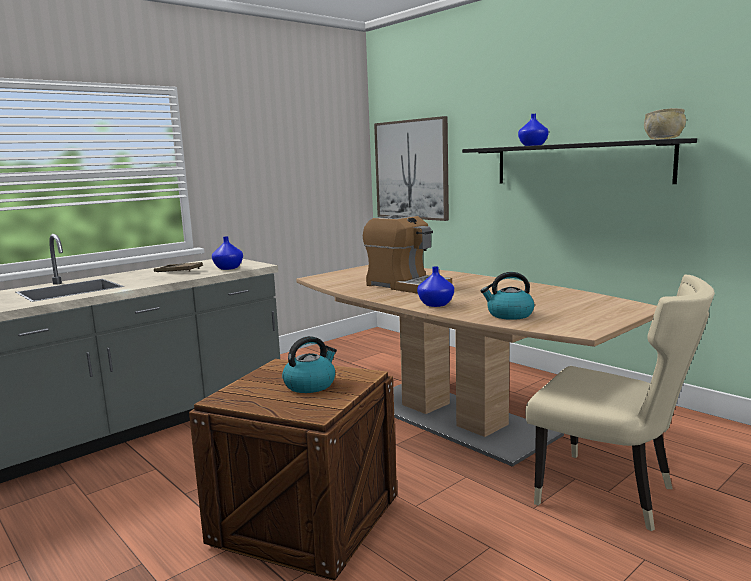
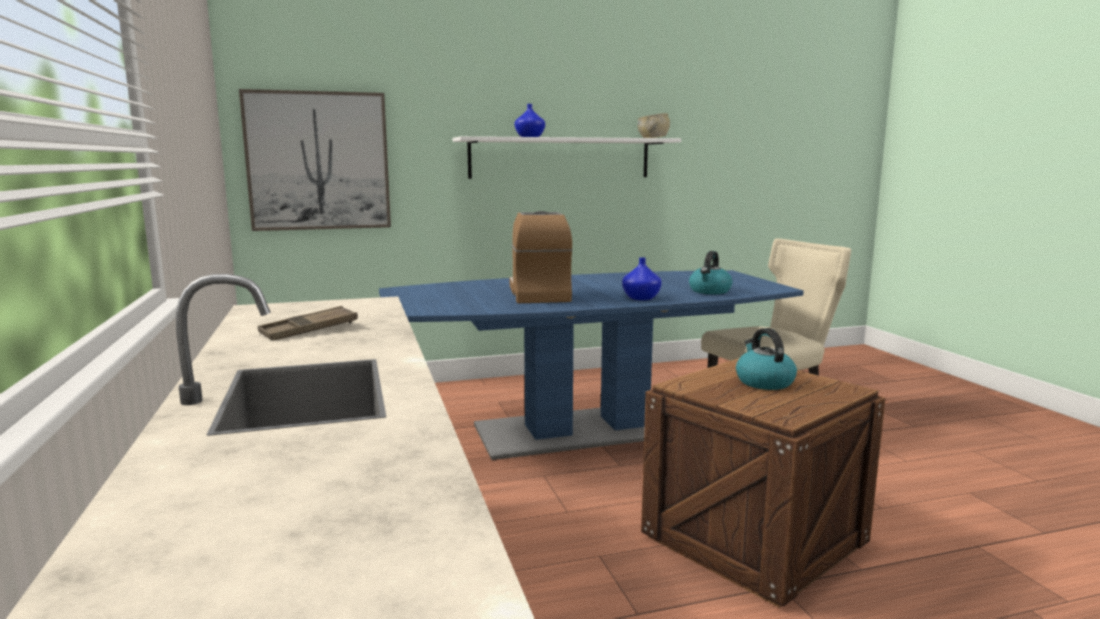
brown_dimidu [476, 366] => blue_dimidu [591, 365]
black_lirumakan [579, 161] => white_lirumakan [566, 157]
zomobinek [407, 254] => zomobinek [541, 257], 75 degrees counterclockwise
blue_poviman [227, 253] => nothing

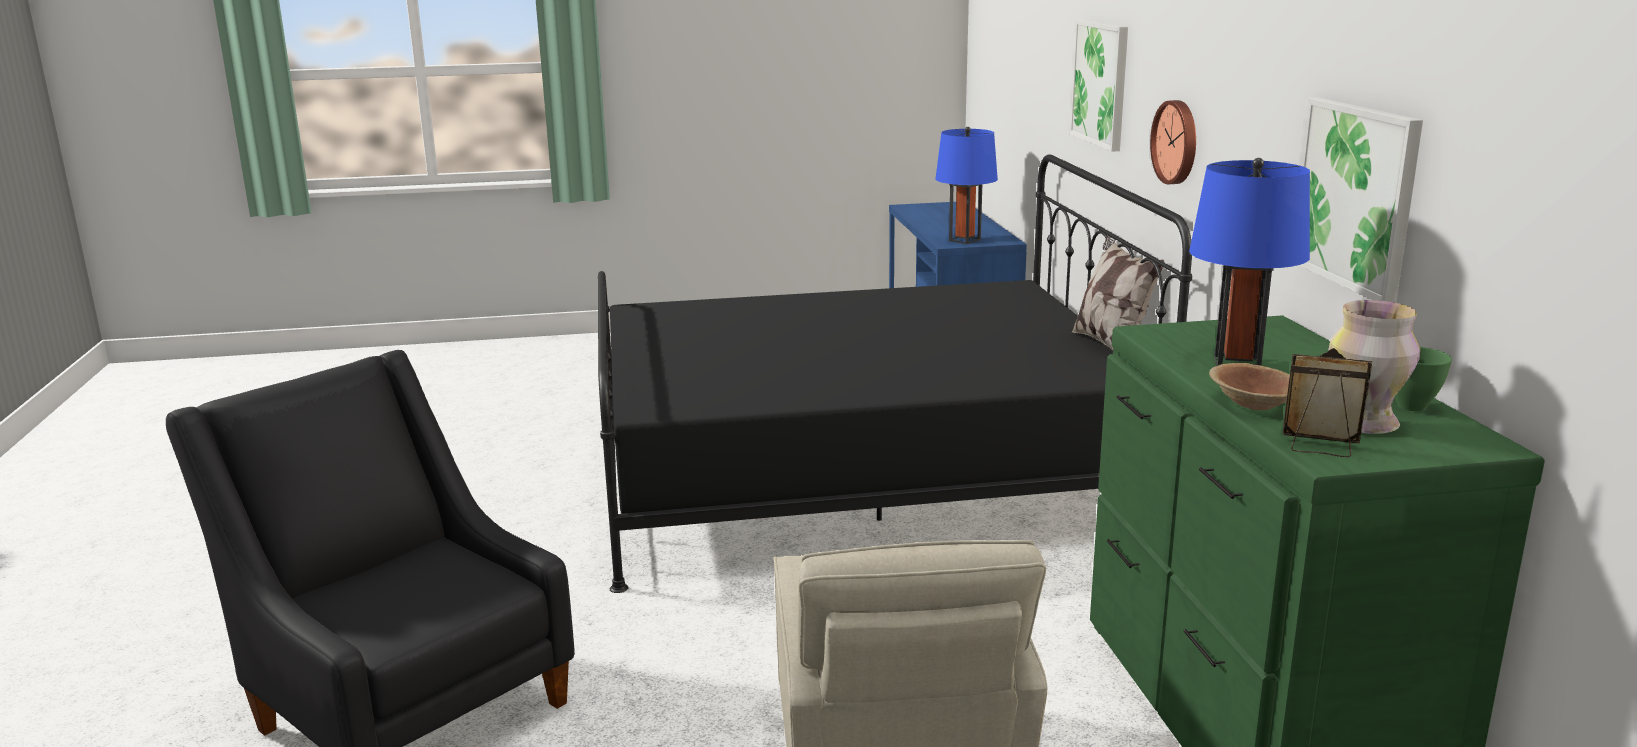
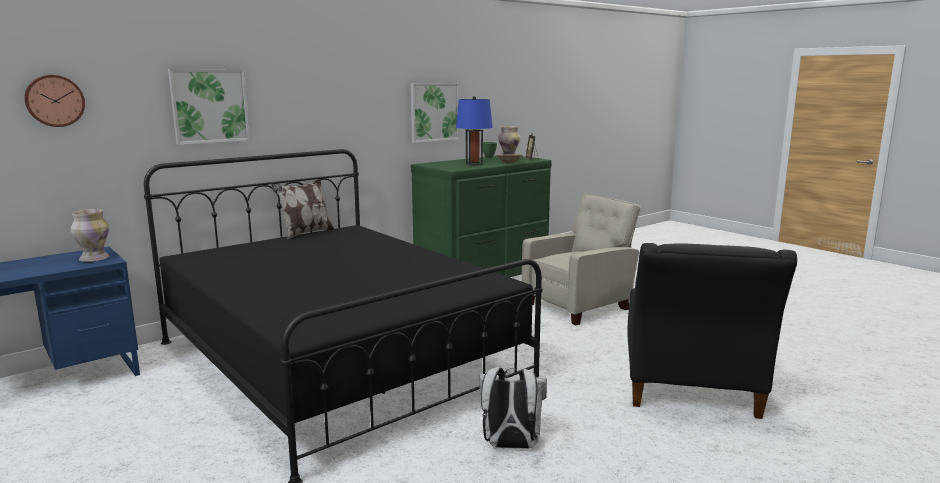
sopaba [1173, 142] => sopaba [54, 101], moved
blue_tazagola [966, 185] => poviman [89, 235]
nothing => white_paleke [513, 408]

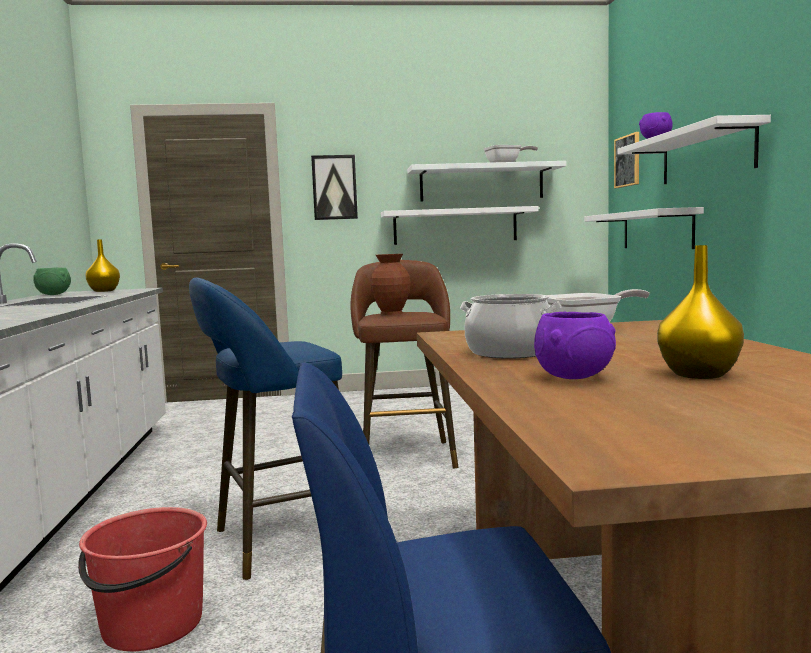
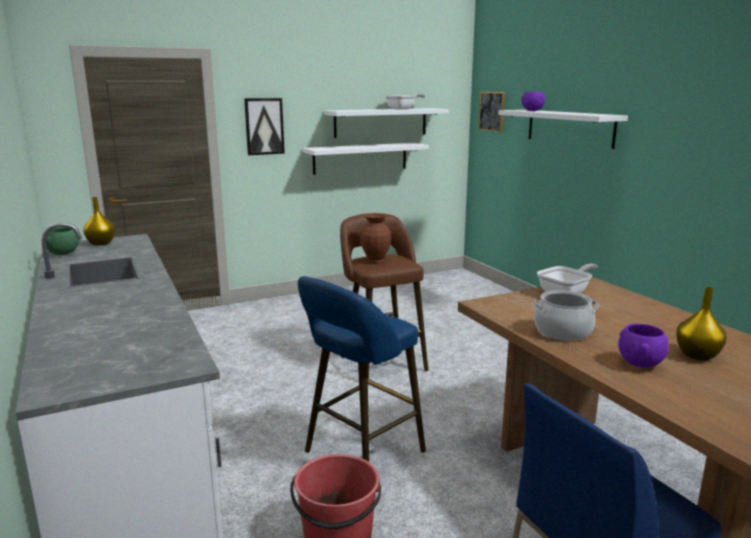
white_lirumakan [644, 228] => nothing

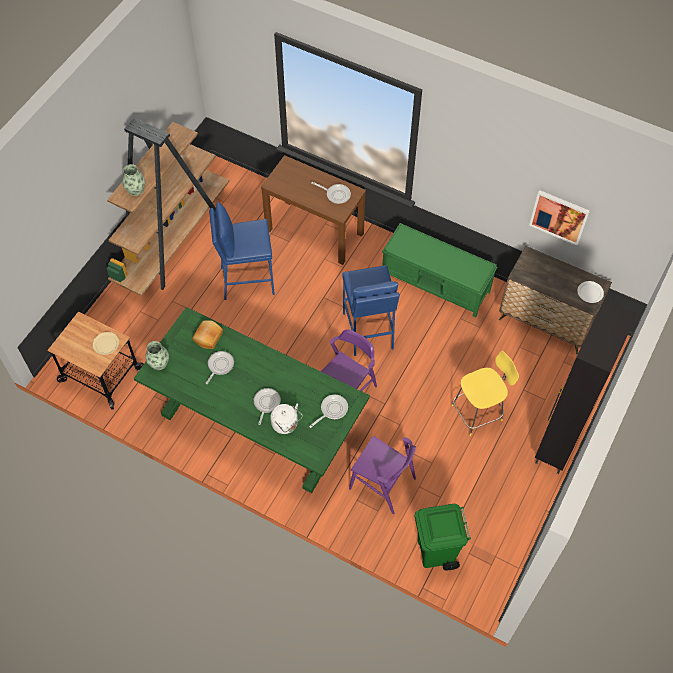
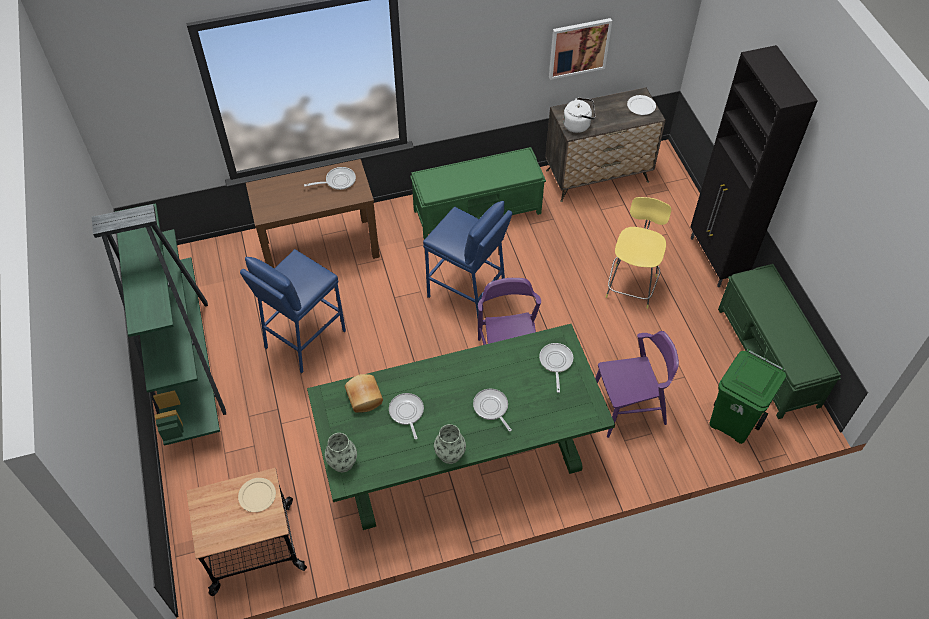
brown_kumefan [168, 207] => green_kumefan [159, 324]
poviman [133, 180] => poviman [450, 444], moved
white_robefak [286, 418] => white_robefak [579, 115], moved
nothing => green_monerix [779, 341]

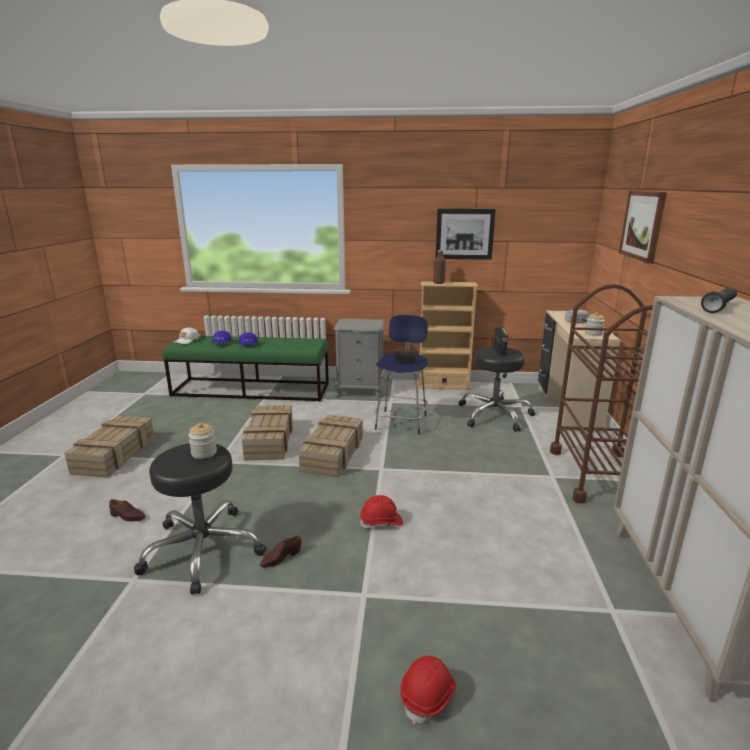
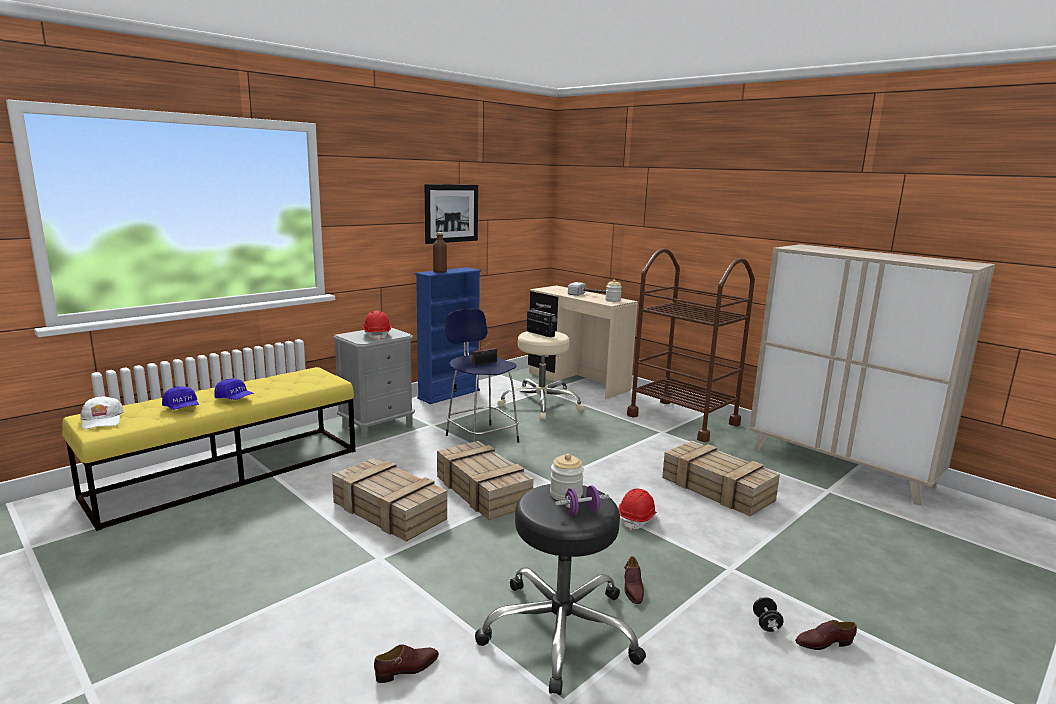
green_monerix [246, 368] => yellow_monerix [208, 449]
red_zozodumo [428, 690] => red_zozodumo [377, 325], moved
beige_kumefan [448, 335] => blue_kumefan [448, 335]
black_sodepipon [497, 389] => beige_sodepipon [541, 375]
nothing => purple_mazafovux [582, 500]
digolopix [109, 447] => digolopix [721, 478], moved
nothing => black_mazafovux [768, 615]
nothing => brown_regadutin [826, 635]
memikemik [643, 227] => nothing
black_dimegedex [719, 300] => nothing

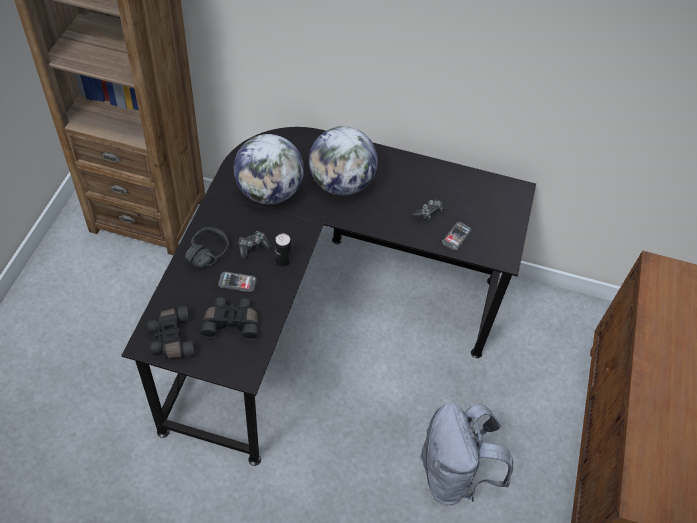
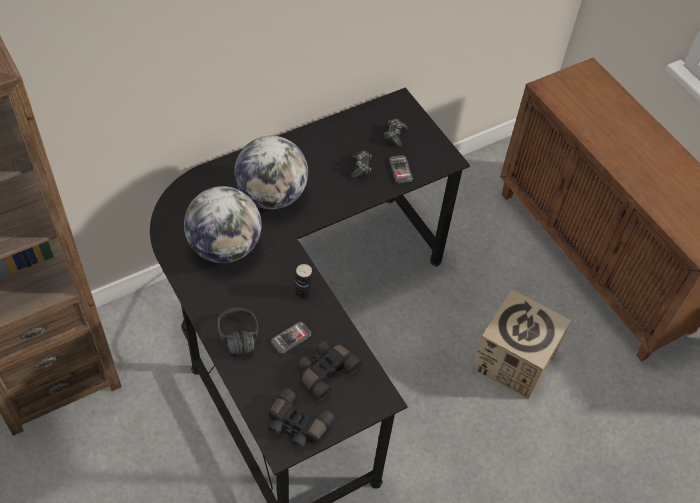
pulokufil [254, 245] => pulokufil [396, 133], moved
grey_paleke [466, 454] => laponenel [521, 344]

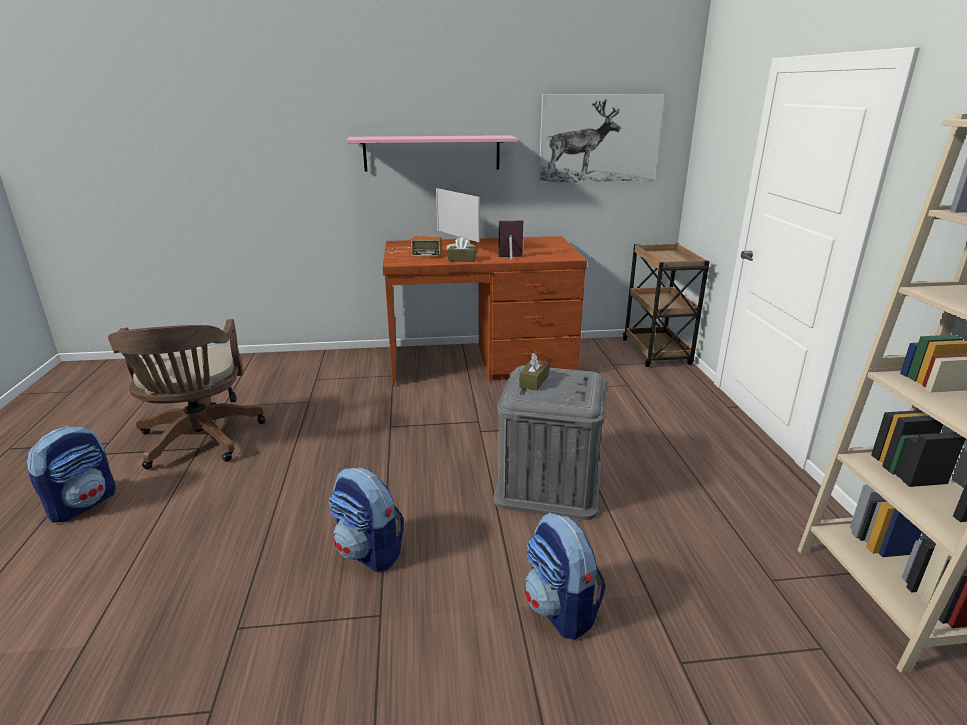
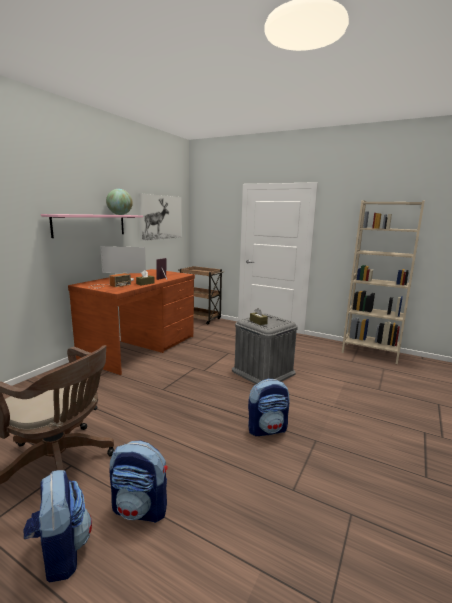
nothing => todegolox [119, 202]
paleke [565, 576] => paleke [138, 481], moved

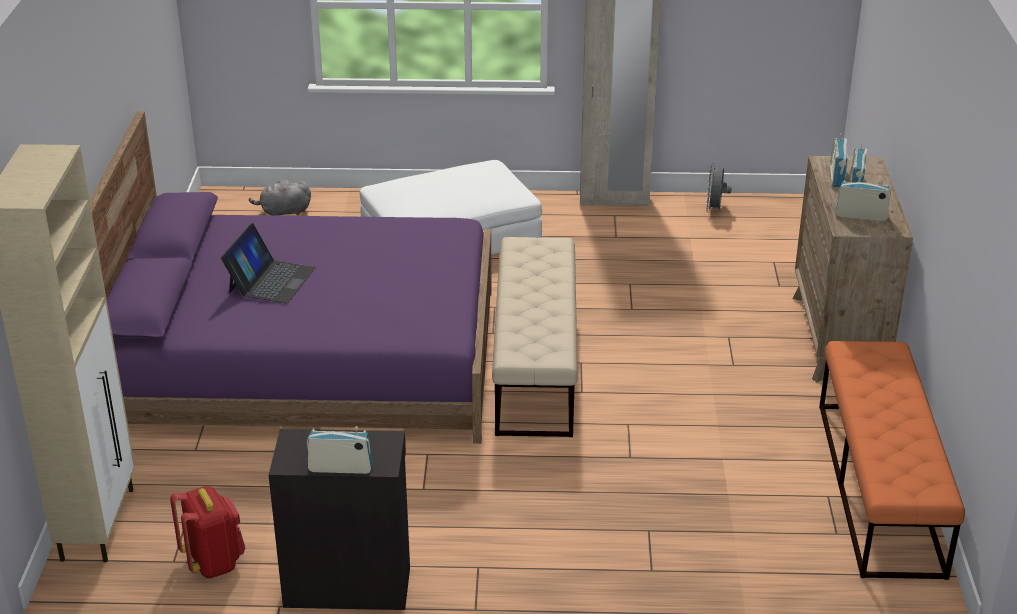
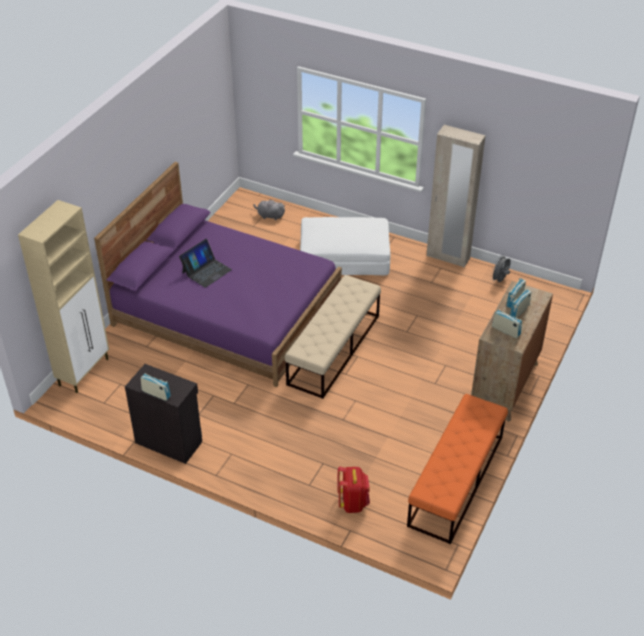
red_paleke [208, 532] => red_paleke [353, 490], moved

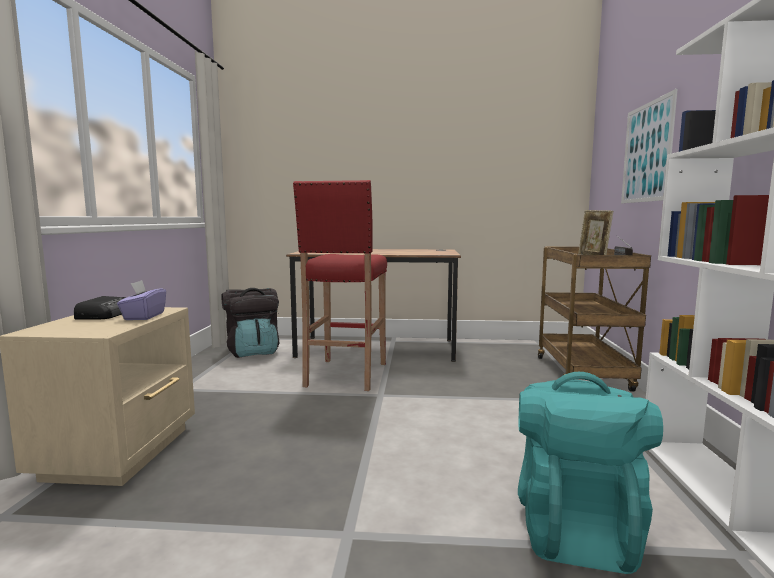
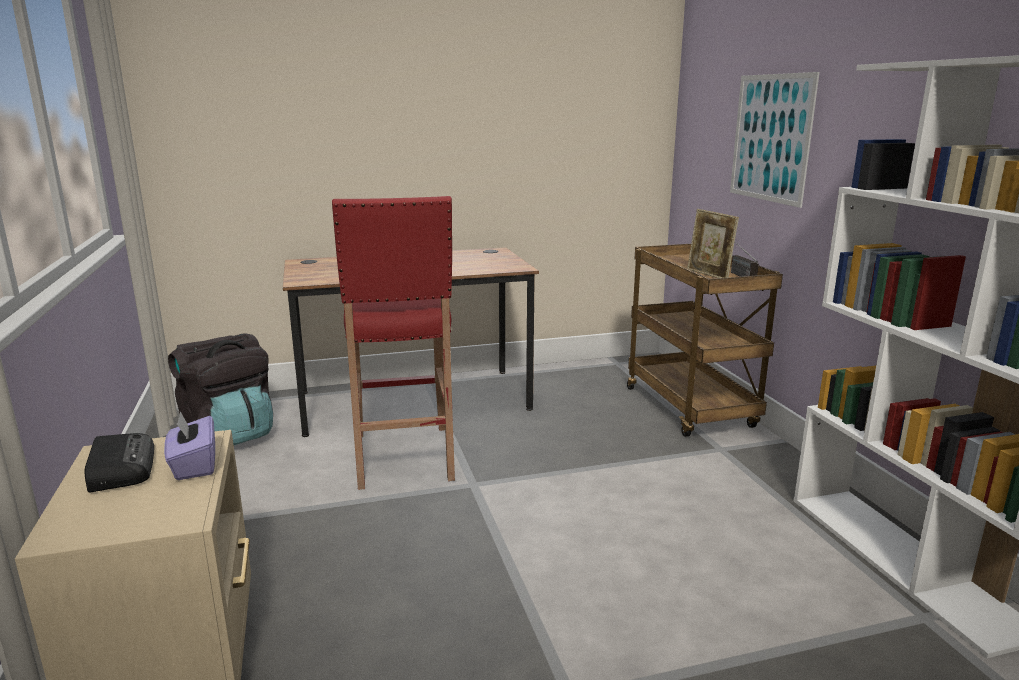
turquoise_paleke [590, 473] => nothing

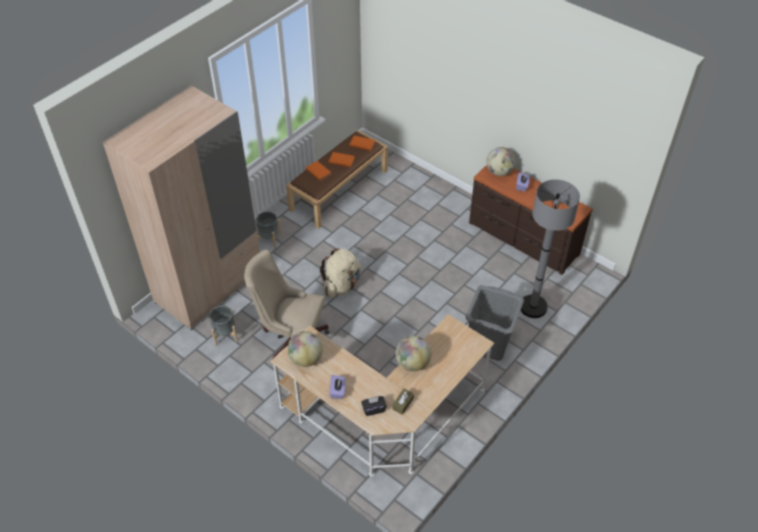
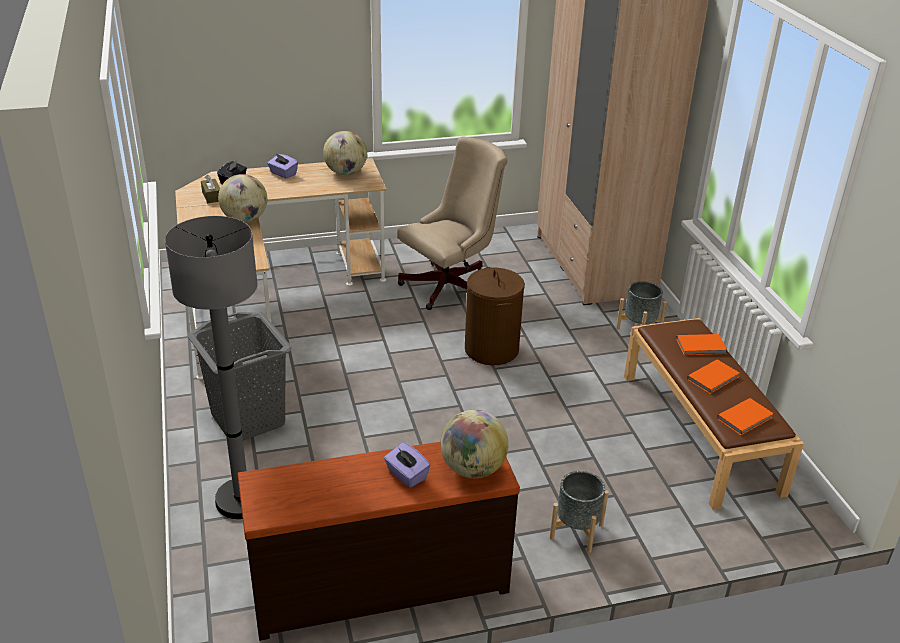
beige_paleke [340, 273] => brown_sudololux [495, 316]
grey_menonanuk [223, 325] => grey_menonanuk [579, 512], moved

